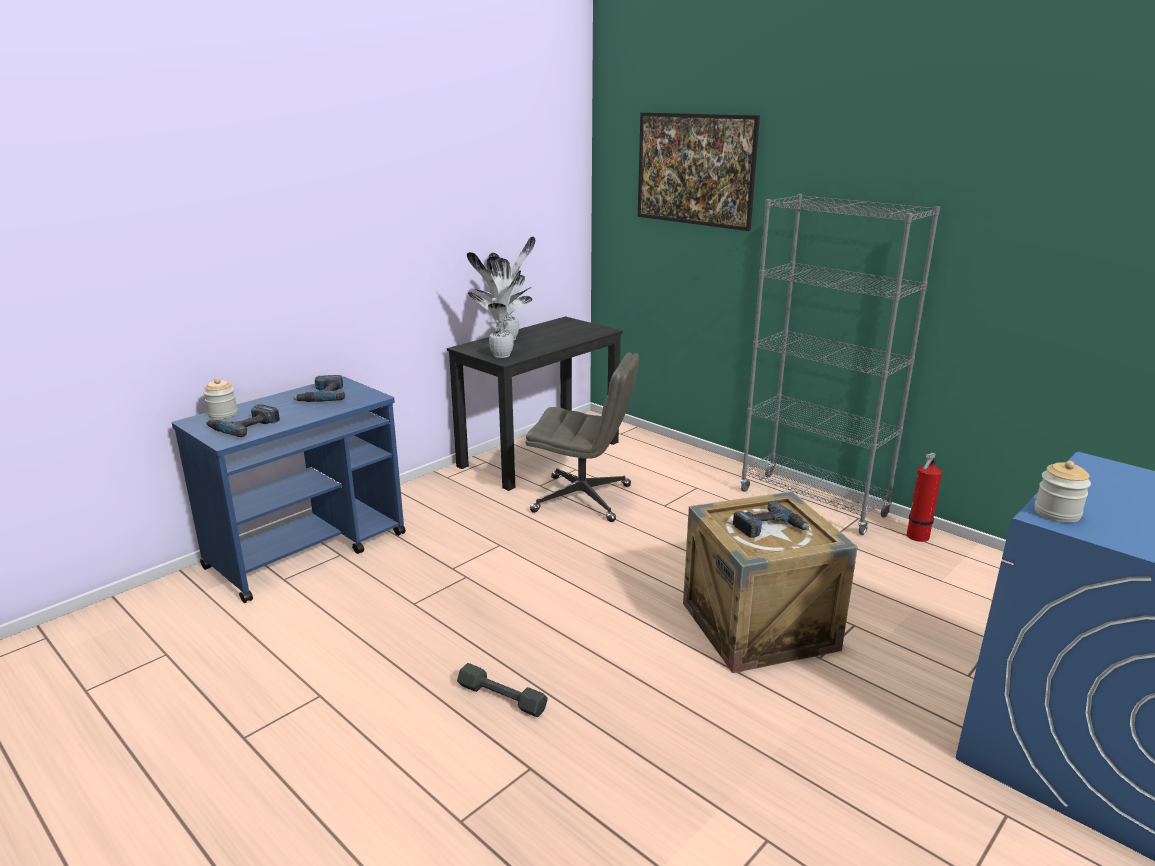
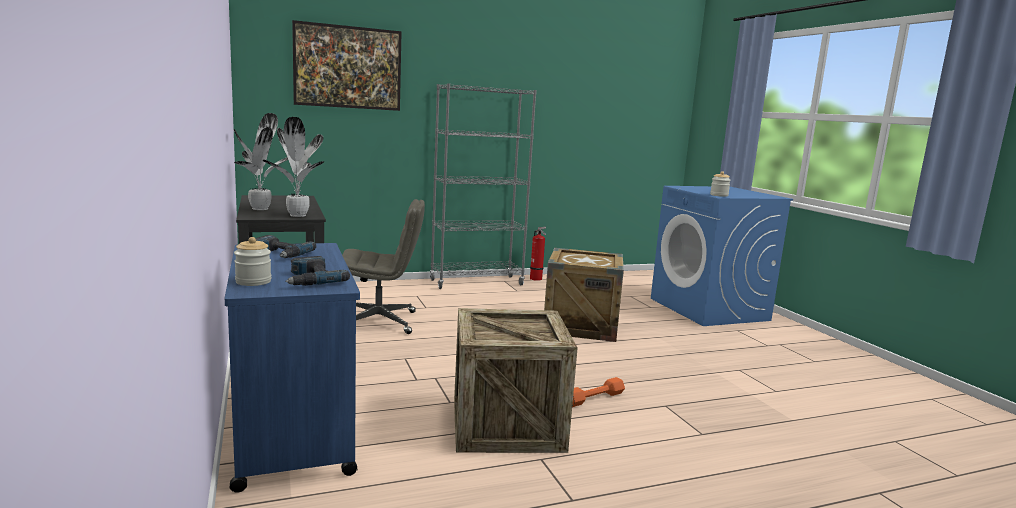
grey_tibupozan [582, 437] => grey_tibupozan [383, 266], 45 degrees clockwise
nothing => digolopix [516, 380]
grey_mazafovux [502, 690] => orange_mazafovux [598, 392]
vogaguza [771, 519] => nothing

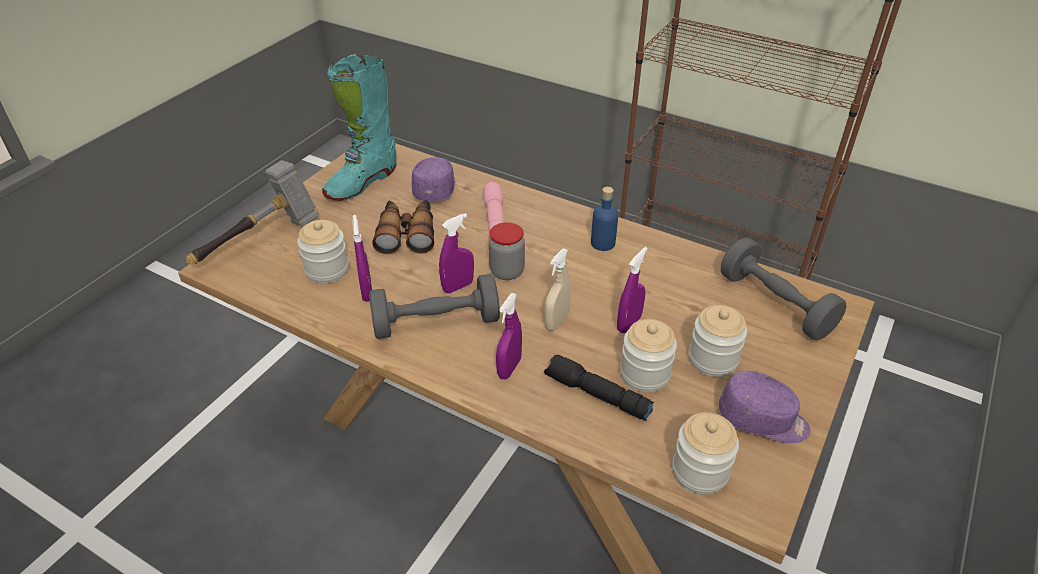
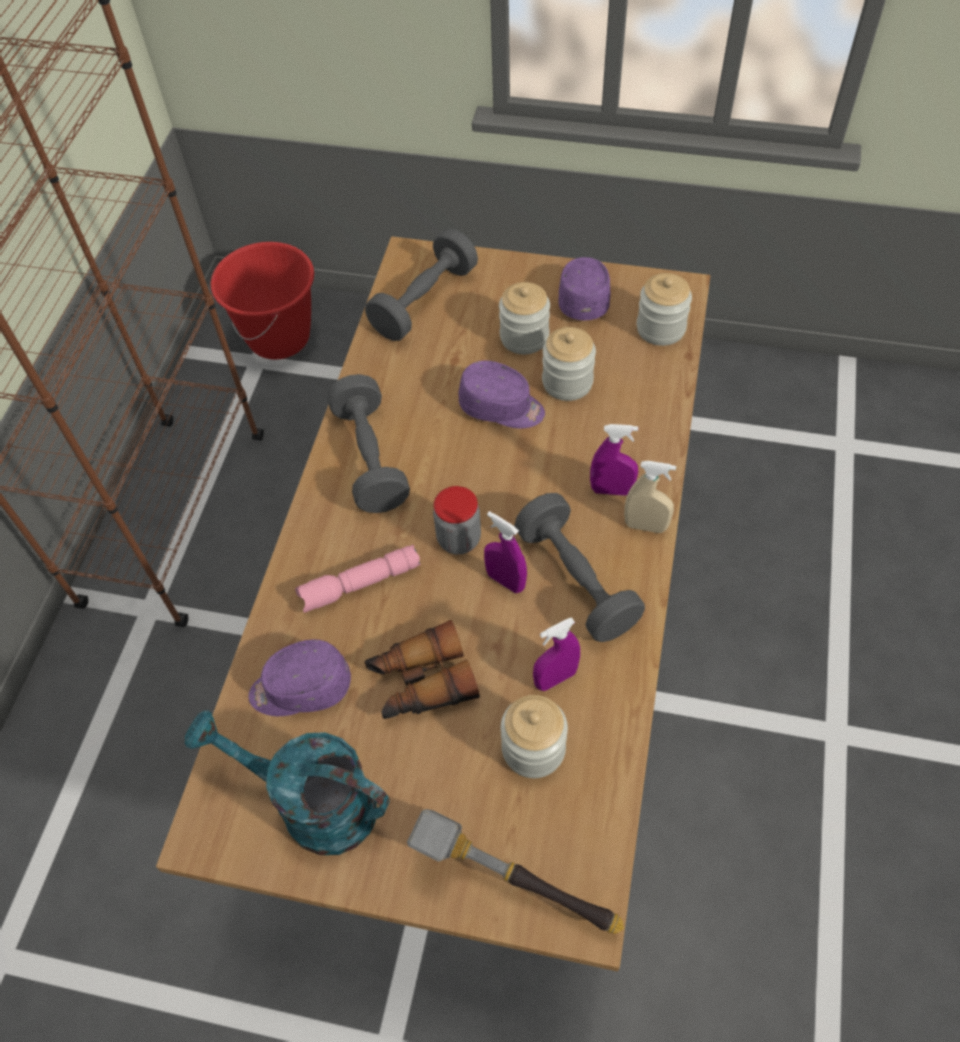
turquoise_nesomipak [359, 127] => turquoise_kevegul [287, 782]
nothing => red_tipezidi [262, 300]
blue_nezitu [604, 219] => grey_mazafovux [368, 443]
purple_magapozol [632, 290] => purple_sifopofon [501, 394]
beige_magapozol [557, 290] => beige_magapozol [650, 497], moved
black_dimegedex [599, 388] => nothing

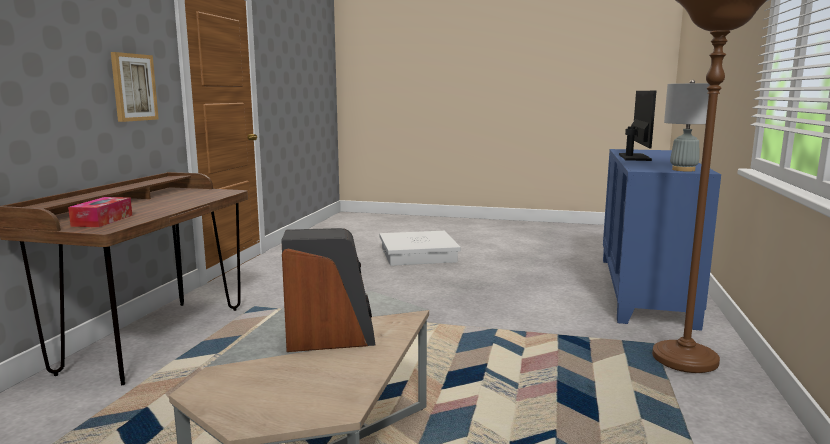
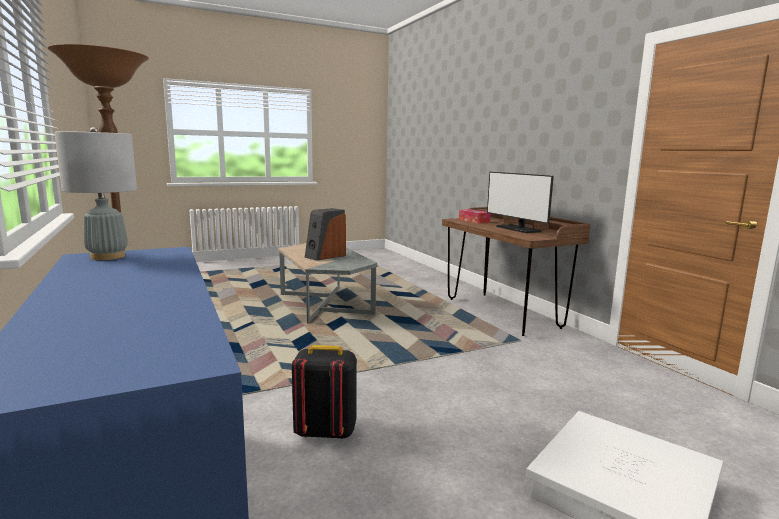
nothing => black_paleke [324, 392]
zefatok [637, 126] => zefatok [520, 202], moved
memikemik [135, 87] => nothing

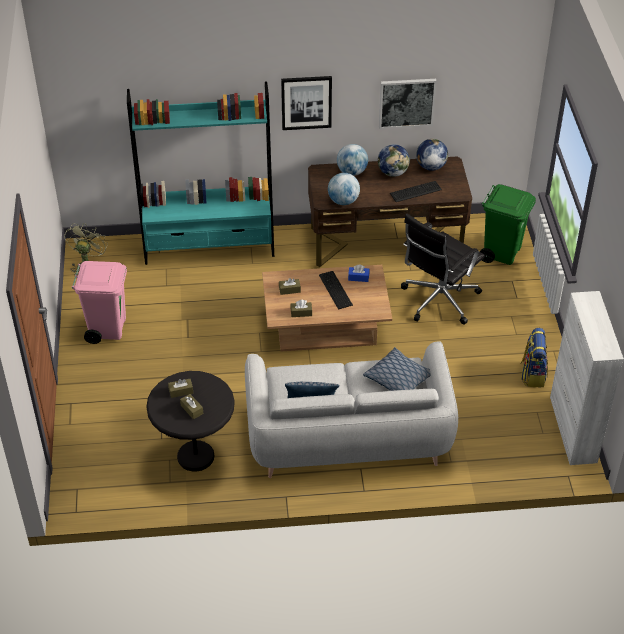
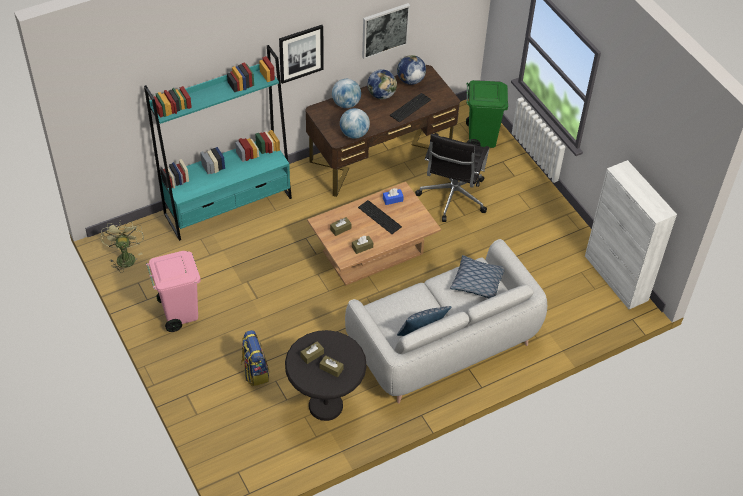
paleke [534, 357] => paleke [255, 358], moved

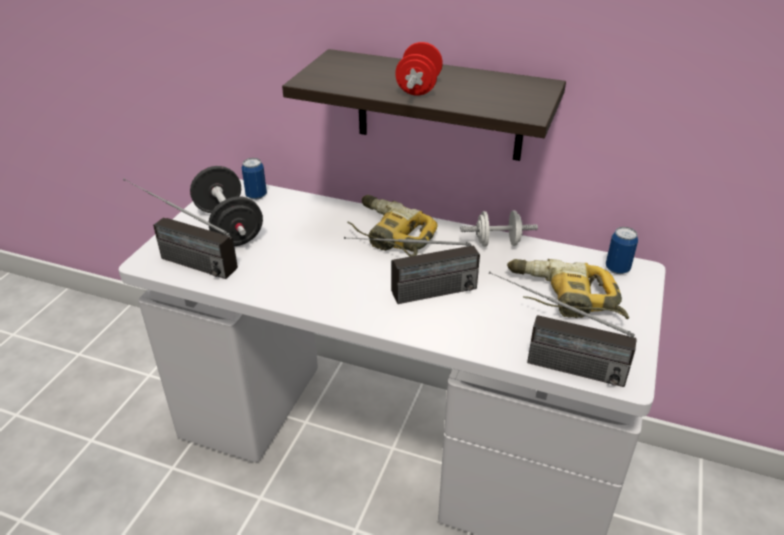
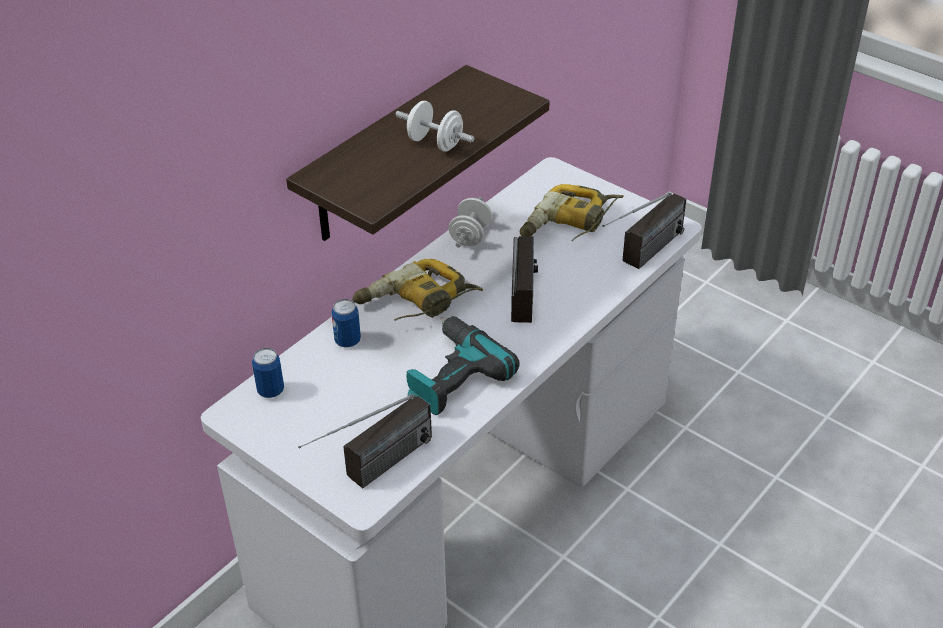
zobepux [622, 250] => zobepux [346, 323], moved
red_mazafovux [419, 69] => white_mazafovux [435, 126]
nothing => vogaguza [463, 365]
black_mazafovux [226, 206] => nothing

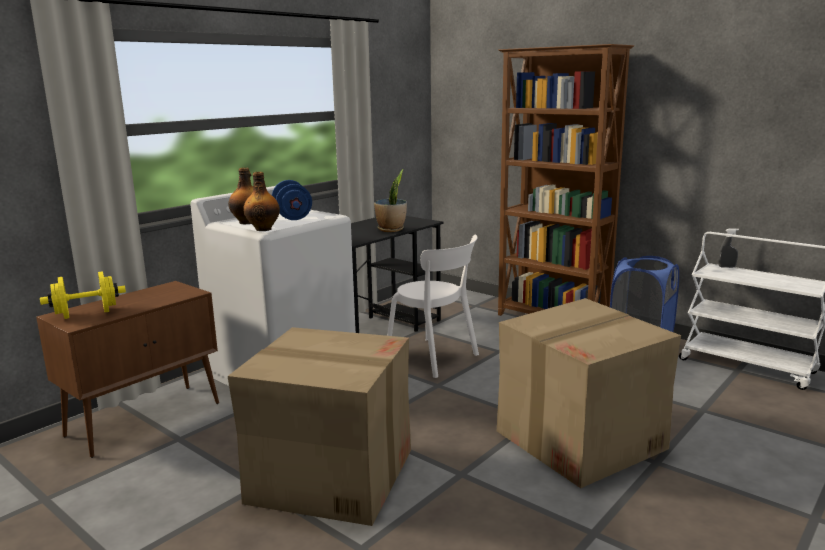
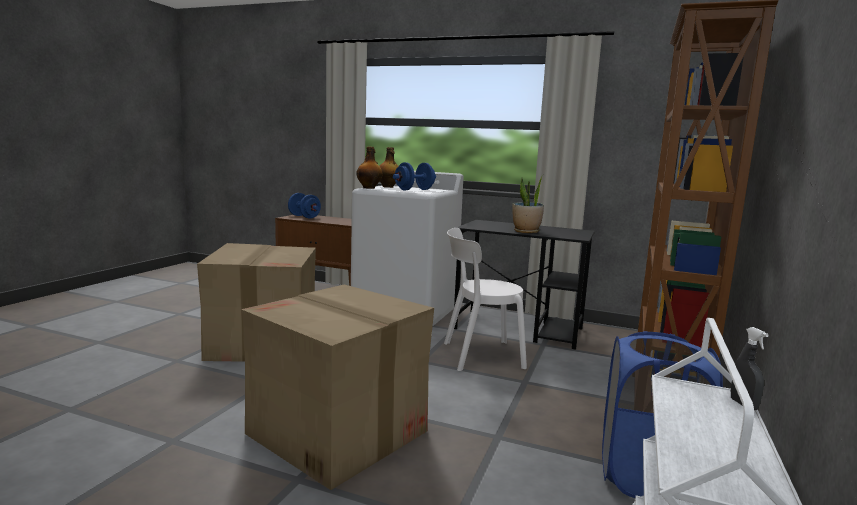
yellow_mazafovux [83, 295] => blue_mazafovux [304, 206]
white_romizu [433, 306] => white_romizu [485, 299], 60 degrees clockwise

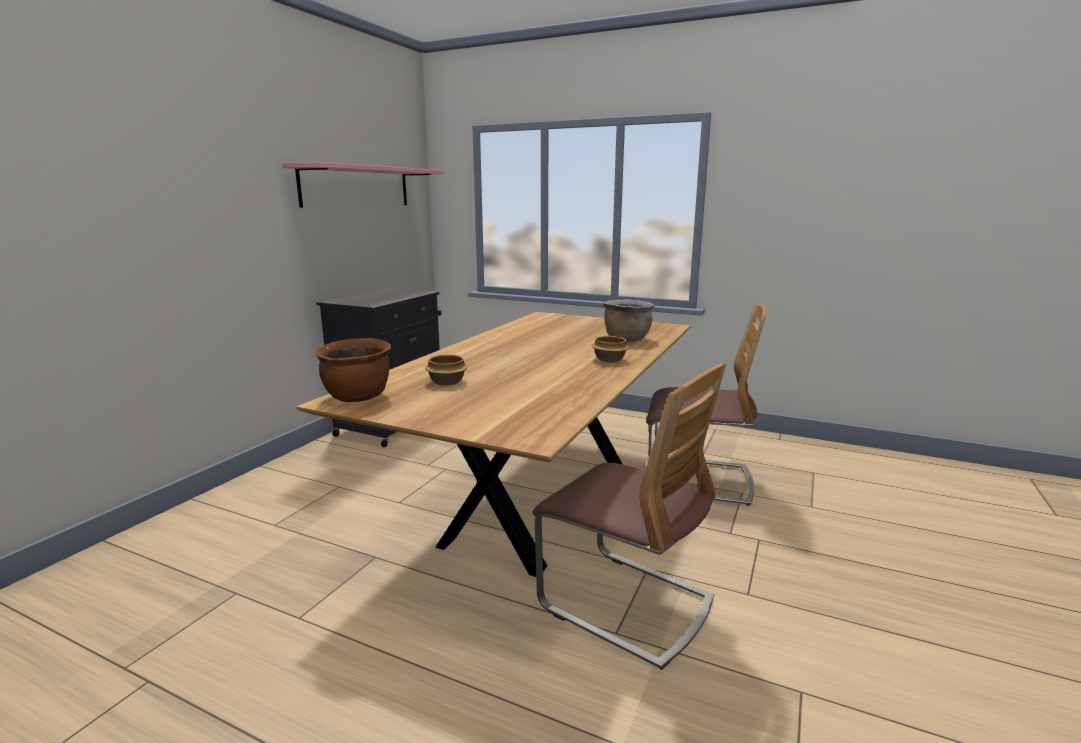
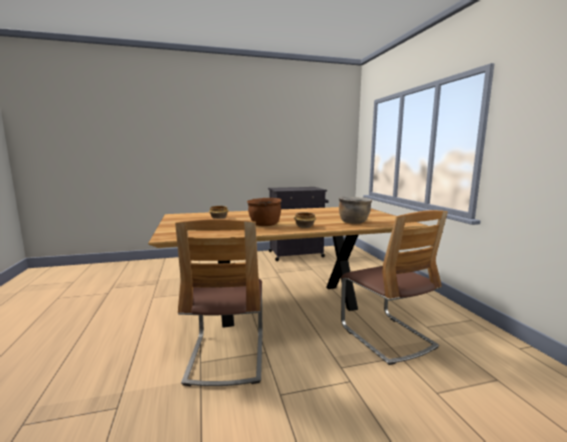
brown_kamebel [353, 370] => brown_kamebel [264, 212], moved
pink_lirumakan [363, 185] => nothing

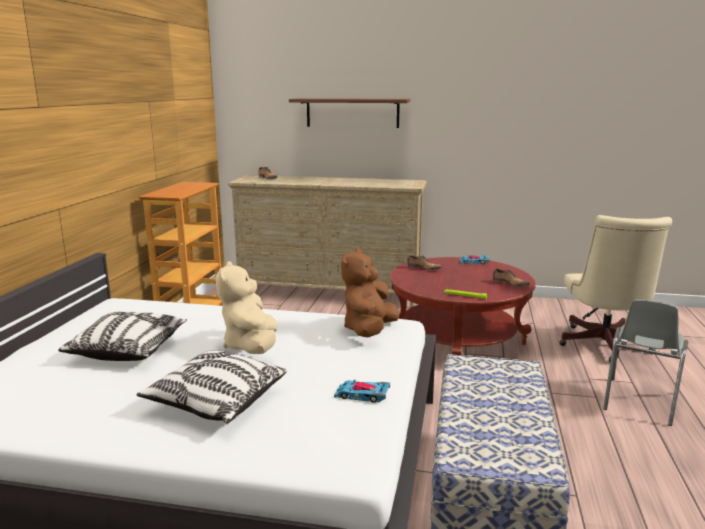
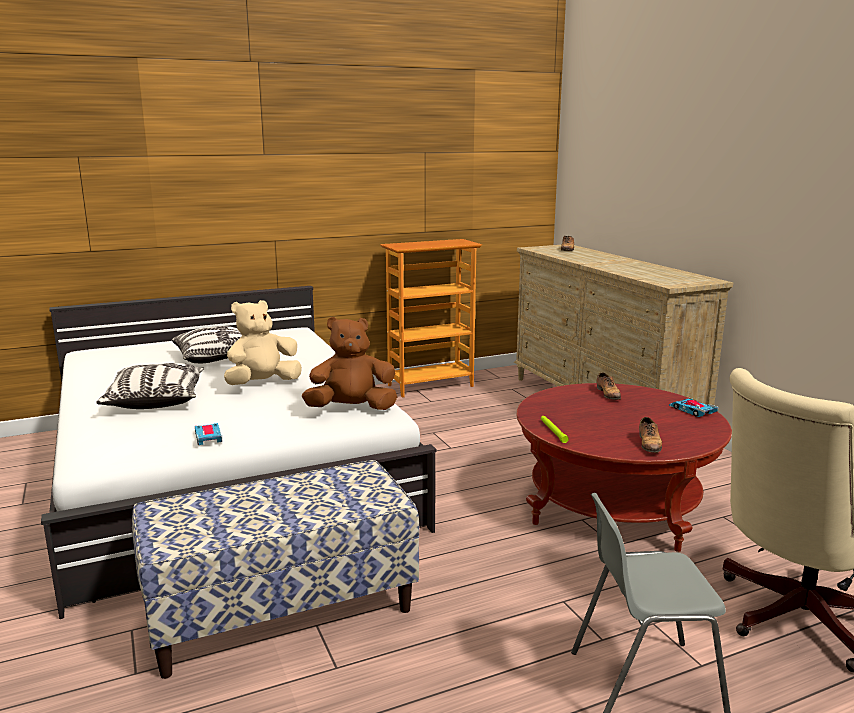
brown_lirumakan [349, 113] => nothing

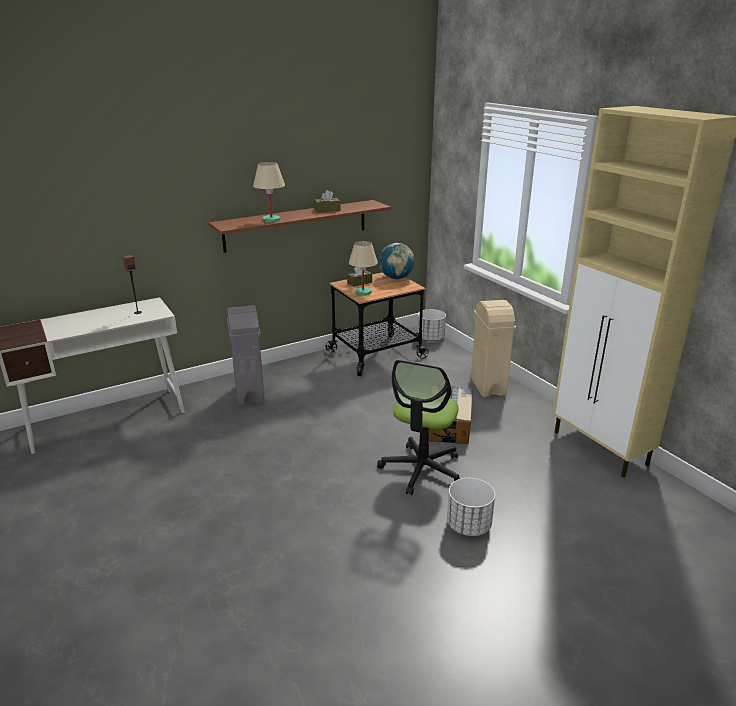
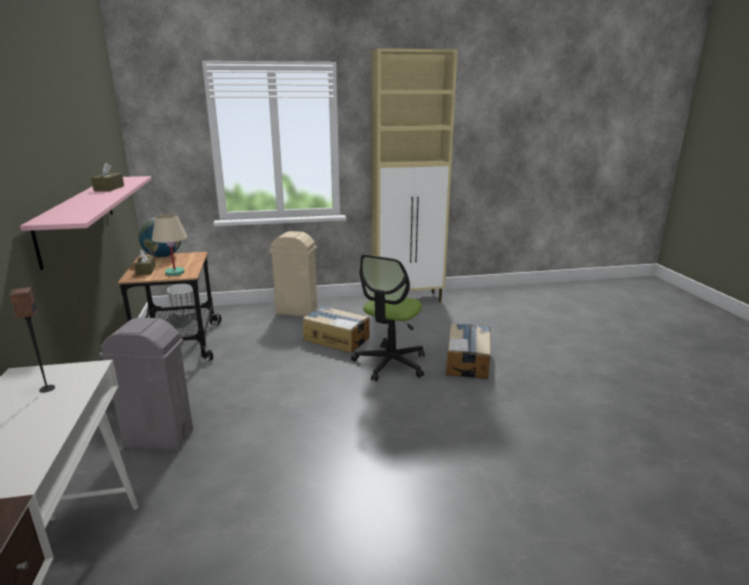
brown_lirumakan [299, 226] => pink_lirumakan [85, 223]
tibupozan [419, 427] => tibupozan [388, 317], 75 degrees clockwise
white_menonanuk [471, 507] => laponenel [468, 351]
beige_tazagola [269, 192] => nothing

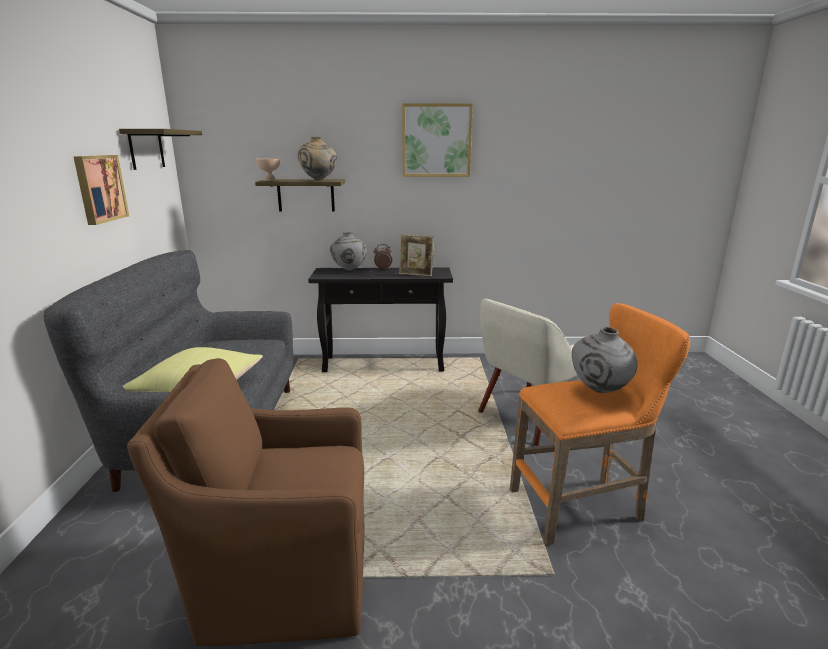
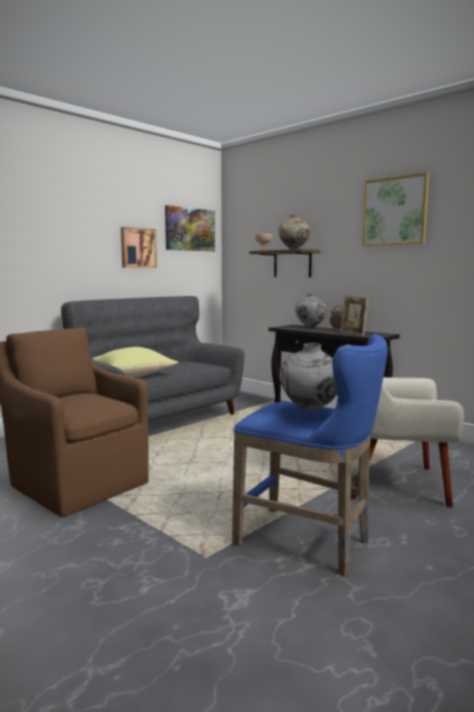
lirumakan [160, 149] => memikemik [190, 228]
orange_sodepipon [600, 424] => blue_sodepipon [310, 455]

